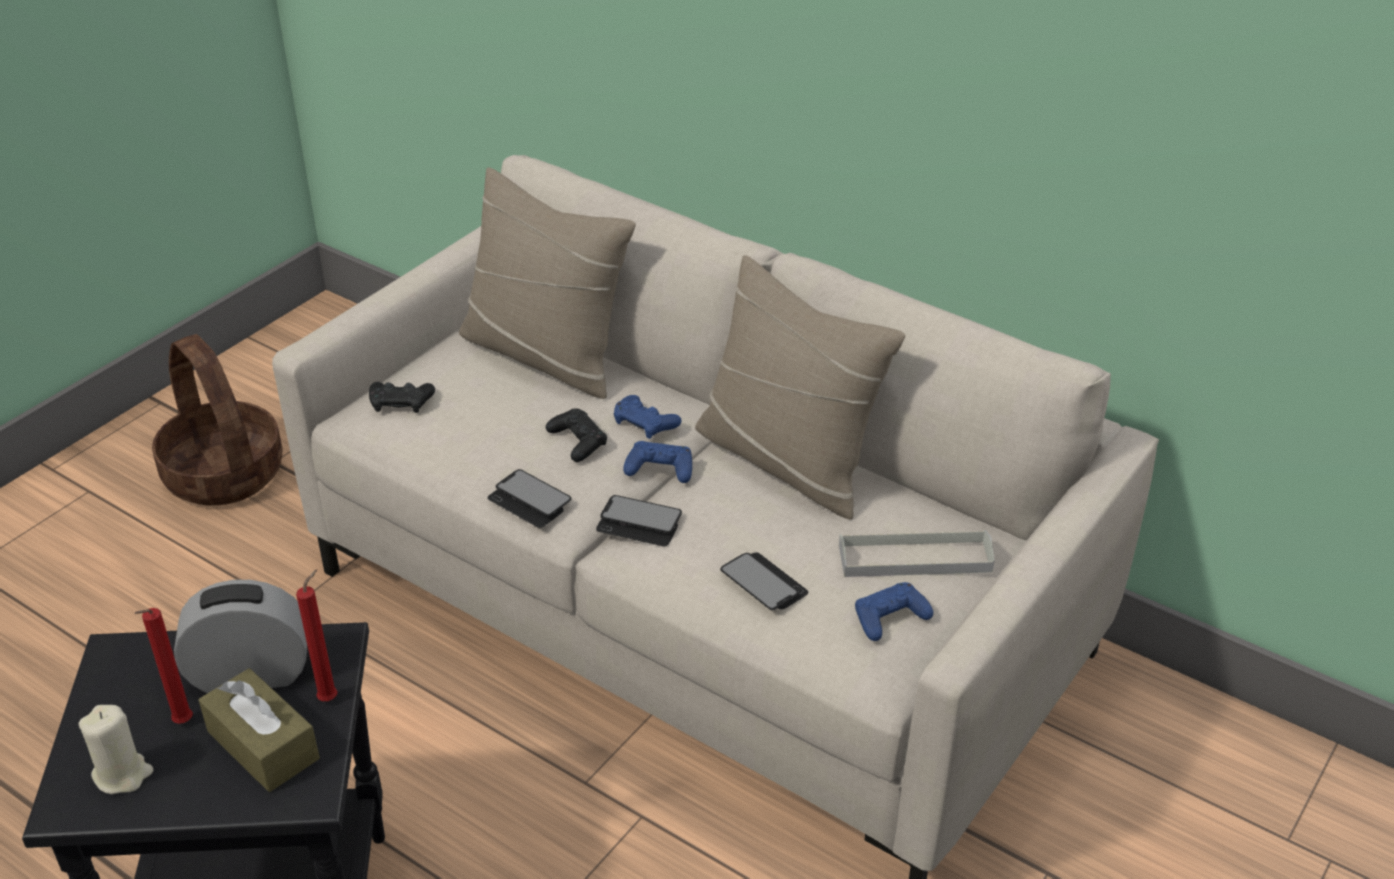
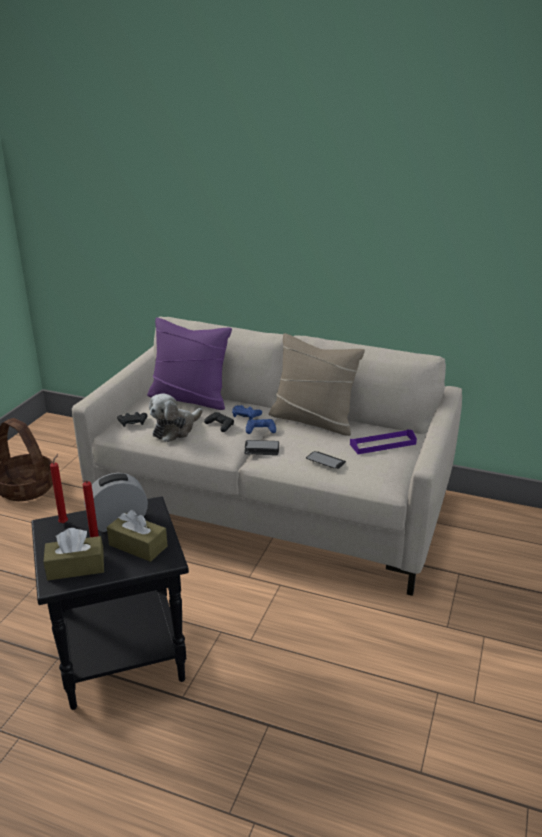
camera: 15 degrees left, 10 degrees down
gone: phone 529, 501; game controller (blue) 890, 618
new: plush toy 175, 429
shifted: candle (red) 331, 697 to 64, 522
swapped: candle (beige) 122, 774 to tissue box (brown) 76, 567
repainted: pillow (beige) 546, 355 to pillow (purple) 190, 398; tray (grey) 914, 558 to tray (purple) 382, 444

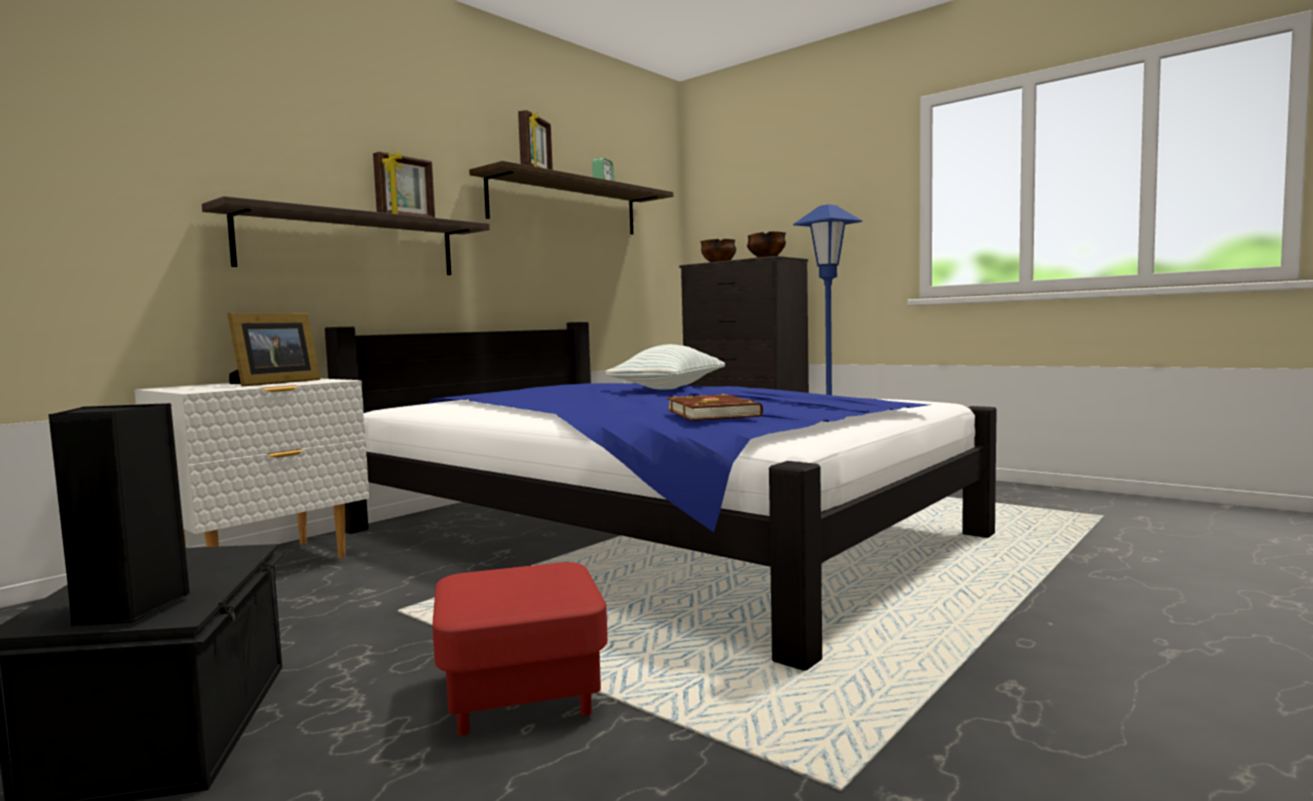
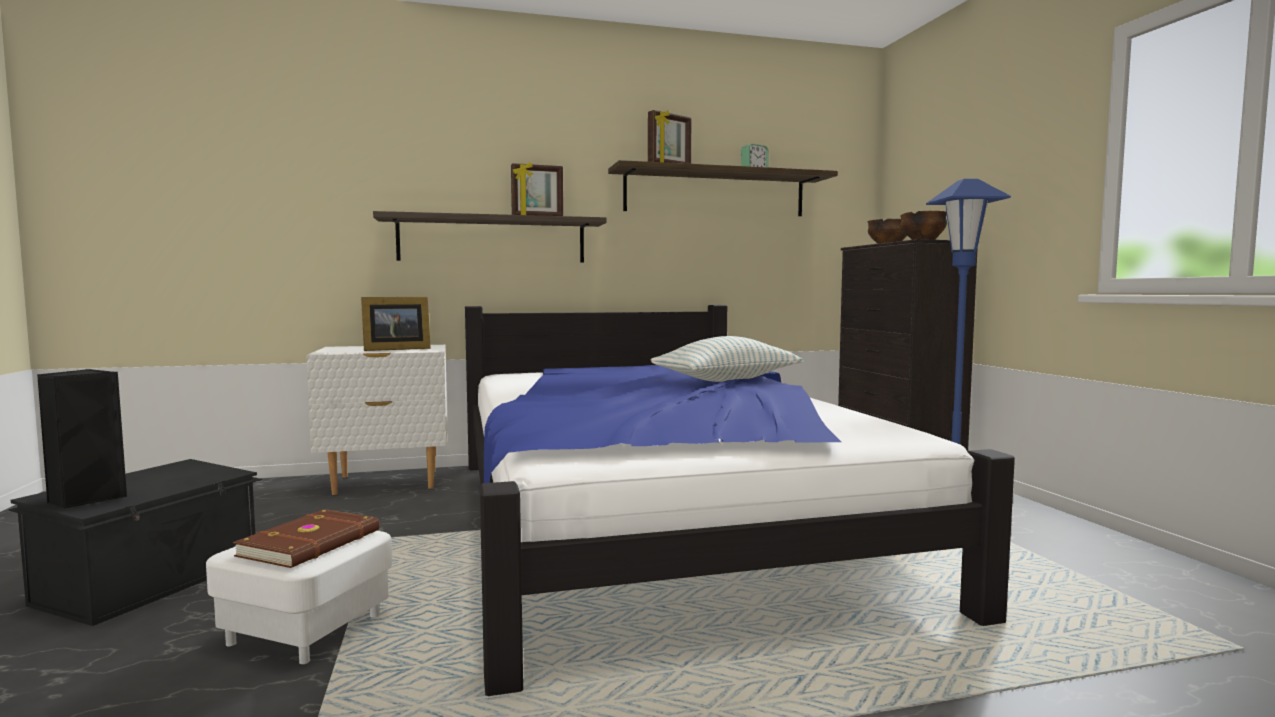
camera: 35 degrees right, 0 degrees up
shifted: book (brown) 714, 413 to 312, 543
repainted: ottoman (red) 522, 694 to ottoman (white) 307, 630

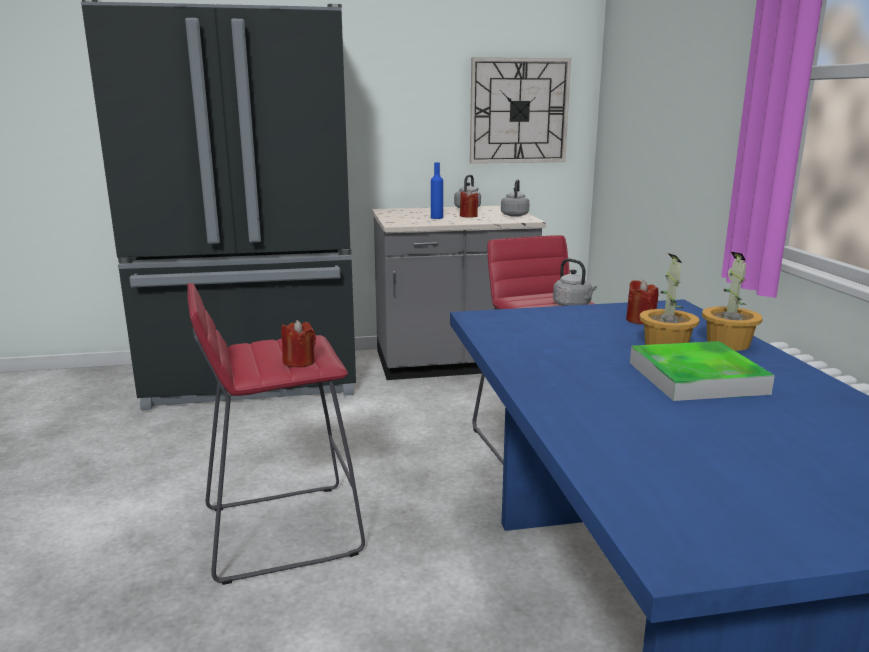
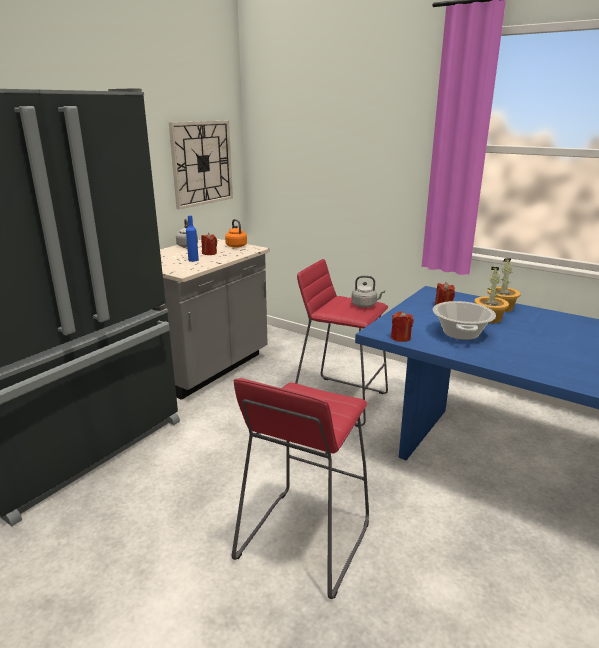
camera: 45 degrees left, 5 degrees up
gone: tray 696, 378
new: cooking pot 460, 333
shifted: candle (red) 299, 362 to 400, 338
repainted: kettle (grey) 515, 215 to kettle (orange) 235, 246

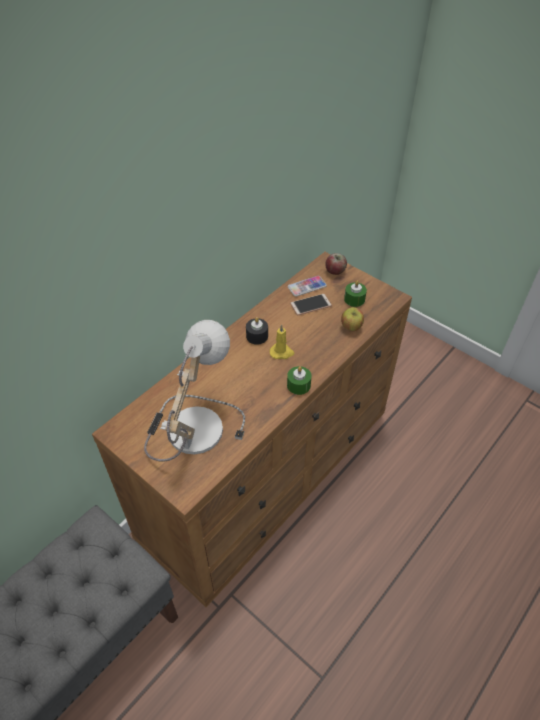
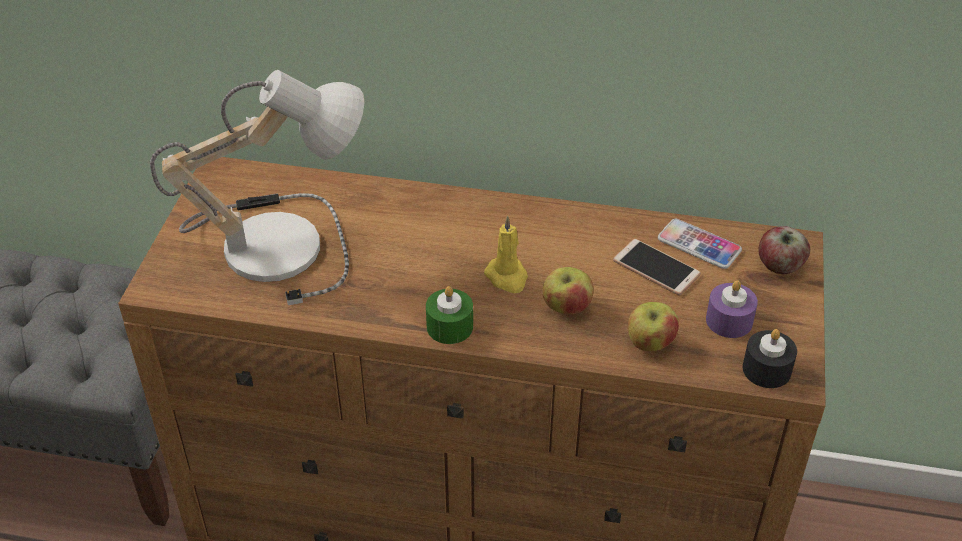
camera: 60 degrees right, 5 degrees down
new: apple 567, 307
shifted: candle (black) 257, 336 to 766, 369
repainted: candle (green) 354, 299 to candle (purple) 729, 321

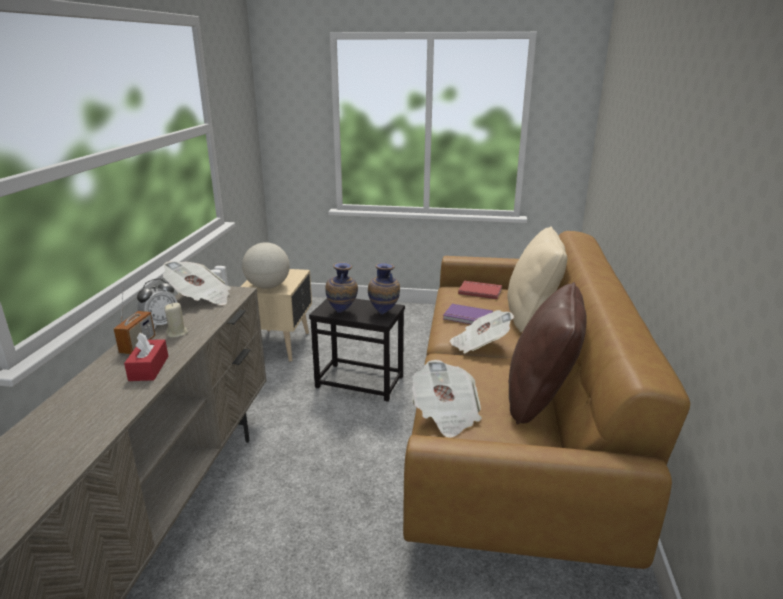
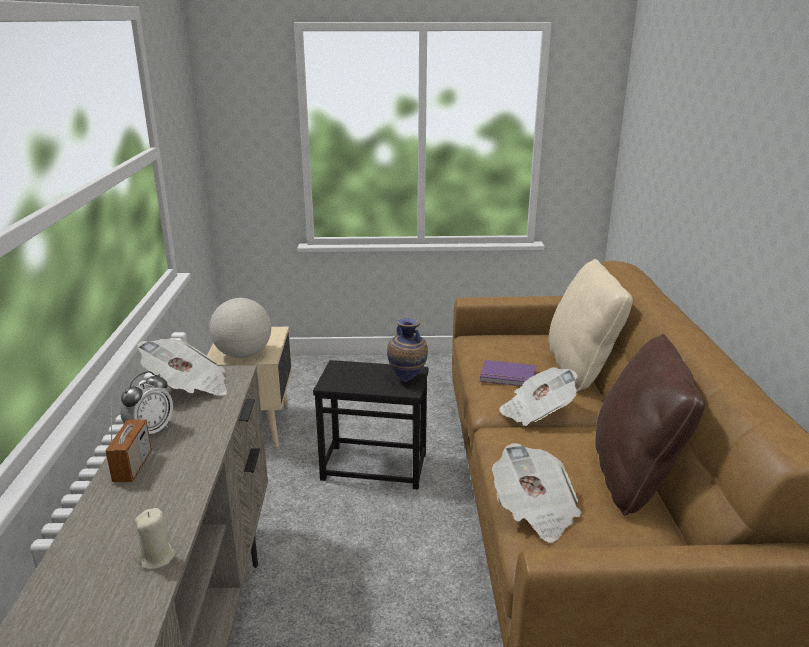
camera: 10 degrees left, 0 degrees up
gone: vase 342, 312; book (red) 480, 291; tissue box (red) 149, 368
shifted: candle (beige) 177, 333 to 157, 558

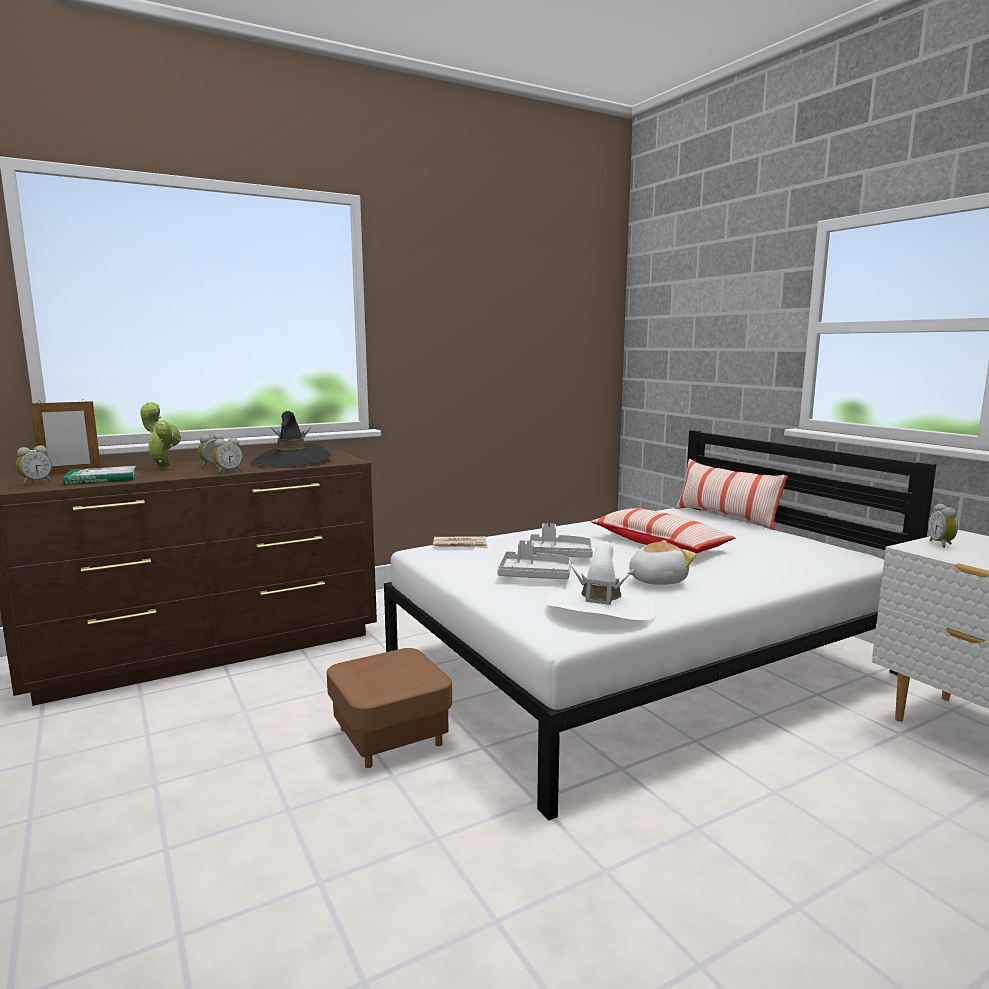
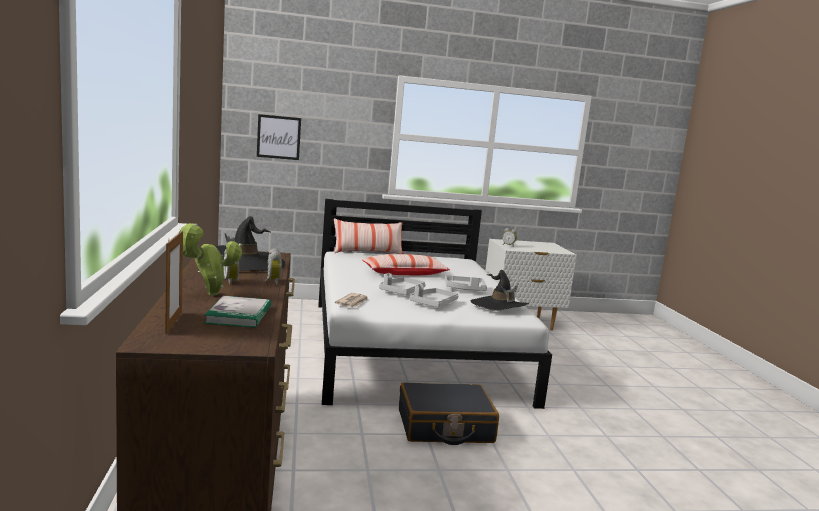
camera: 70 degrees left, 0 degrees up
gone: alarm clock 35, 482
new: picture 278, 137
swapped: plush toy 656, 580 to tray (grey) 465, 289; ottoman (brown) 390, 737 to suitcase (black) 445, 427
repainted: hat (white) 600, 610 to hat (black) 499, 306

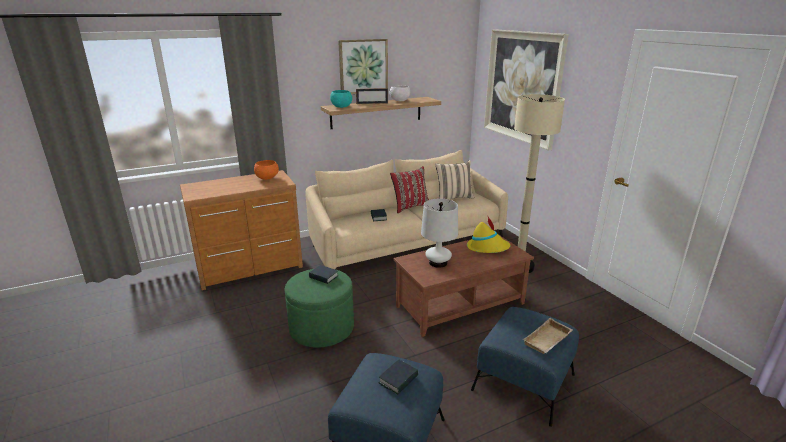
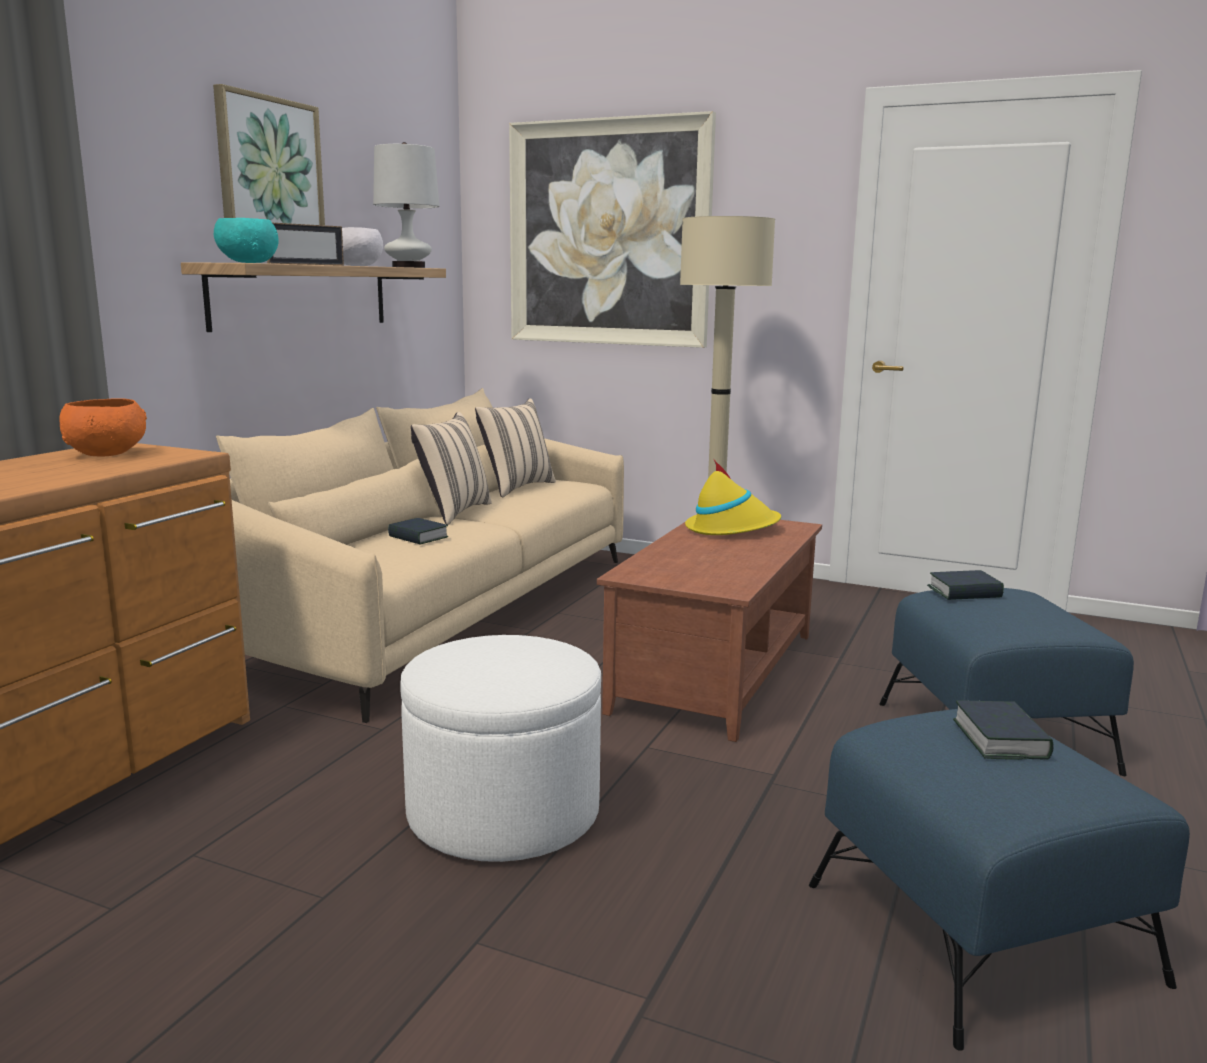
camera: 40 degrees left, 10 degrees down
gone: tray (beige) 548, 341
shifted: table lamp (white) 438, 263 to 408, 267; book 323, 277 to 964, 592
repainted: pillow (red) 410, 206 to pillow (beige) 452, 512; ottoman (green) 322, 328 to ottoman (white) 503, 812

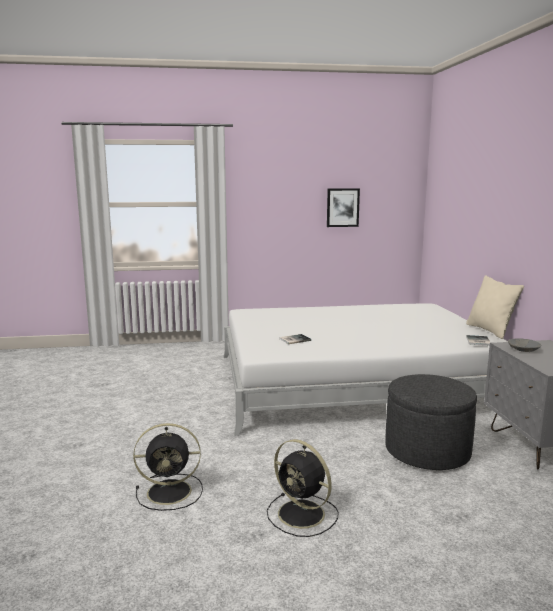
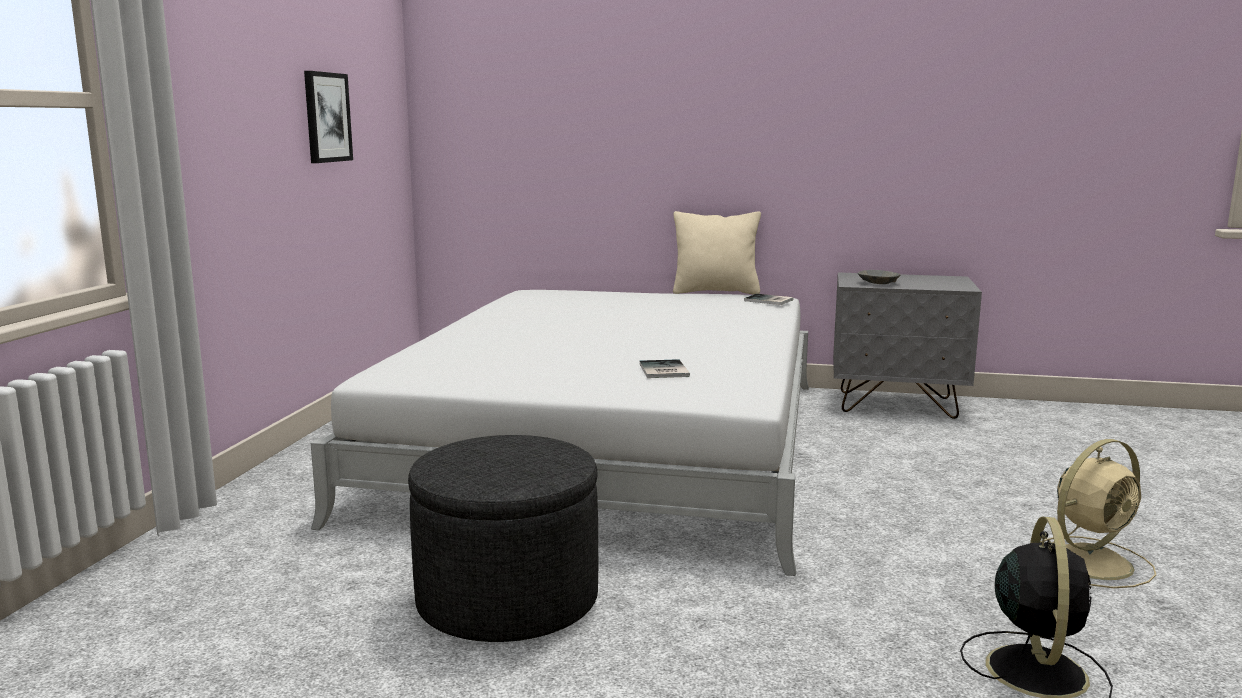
camera: 70 degrees left, 0 degrees up
shifted: ottoman (grey) 427, 451 to 507, 600
repainted: fan (black) 303, 515 to fan (beige) 1093, 562

